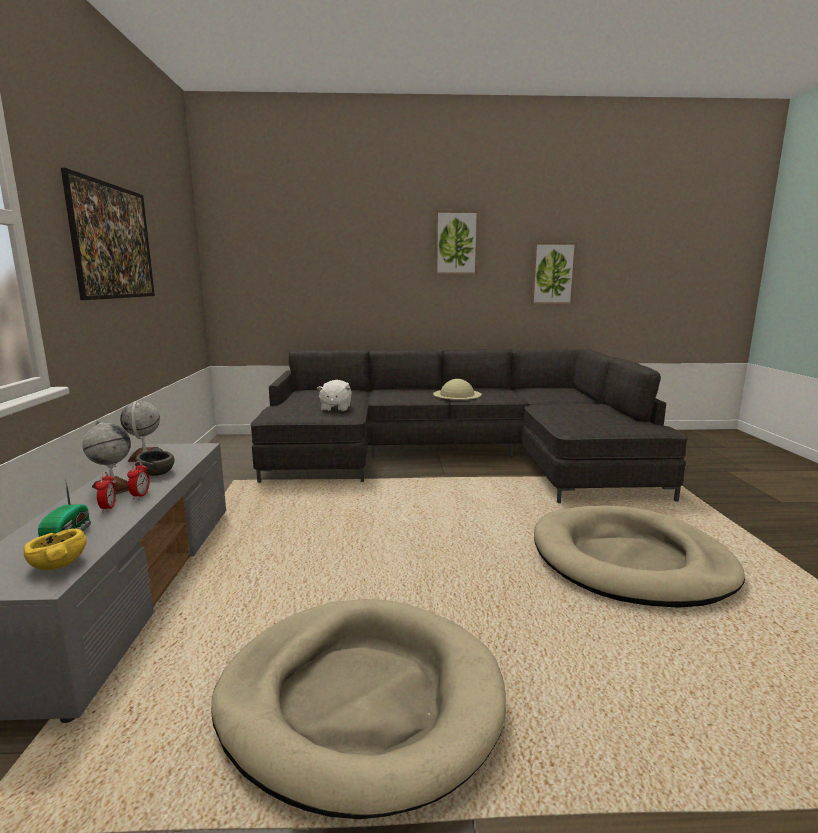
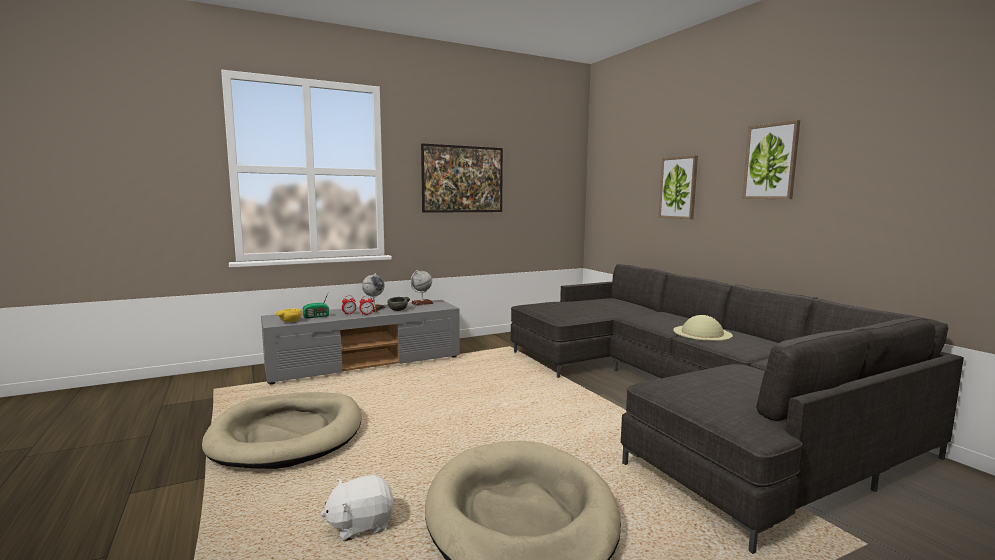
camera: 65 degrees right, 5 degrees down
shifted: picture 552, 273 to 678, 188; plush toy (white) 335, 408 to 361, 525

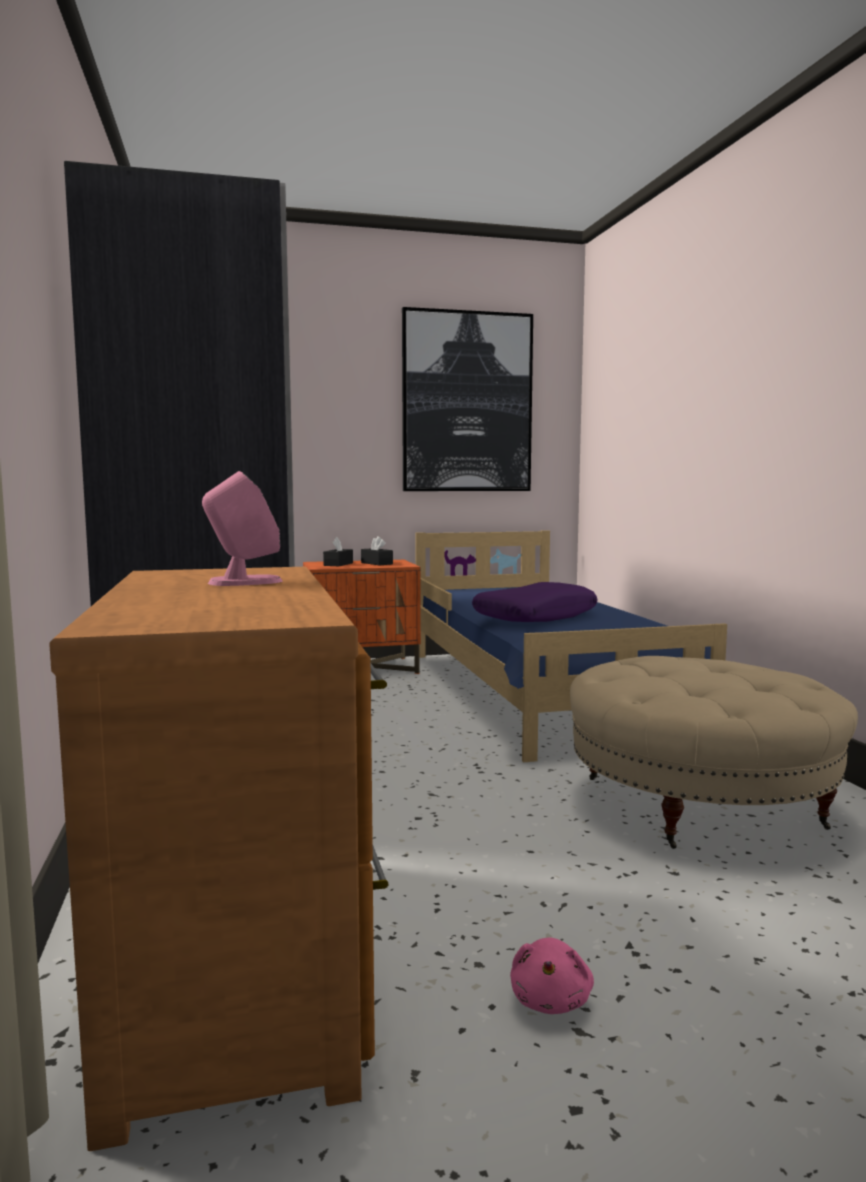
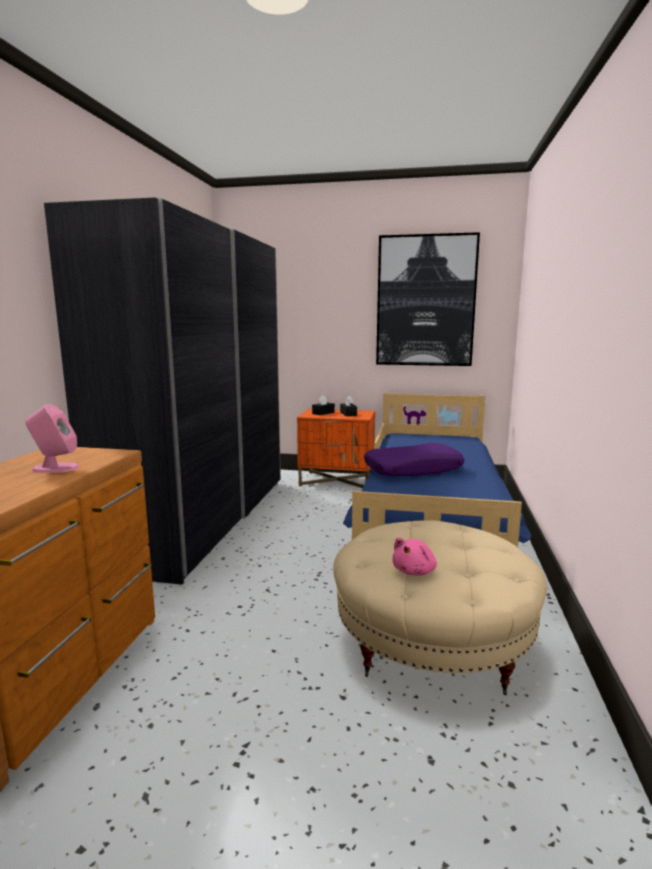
camera: 25 degrees right, 5 degrees up
shifted: plush toy (pink) 551, 1000 to 415, 571

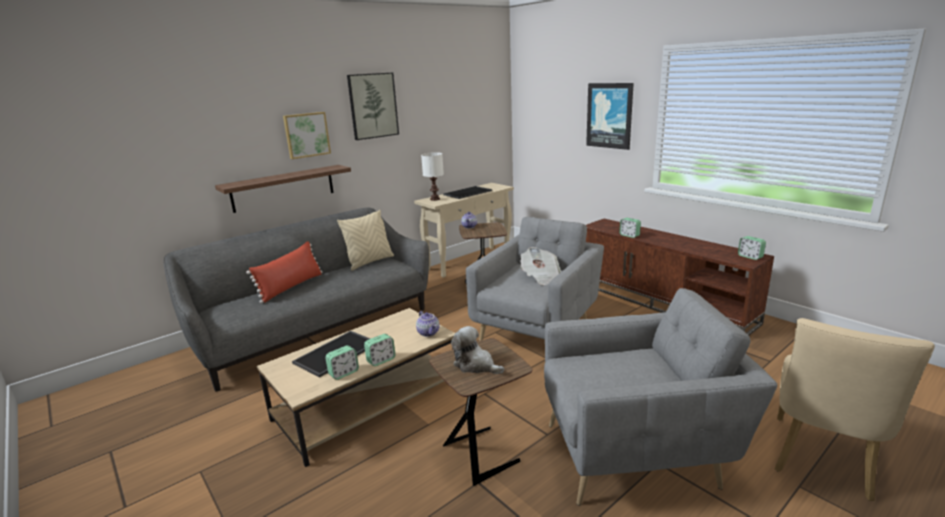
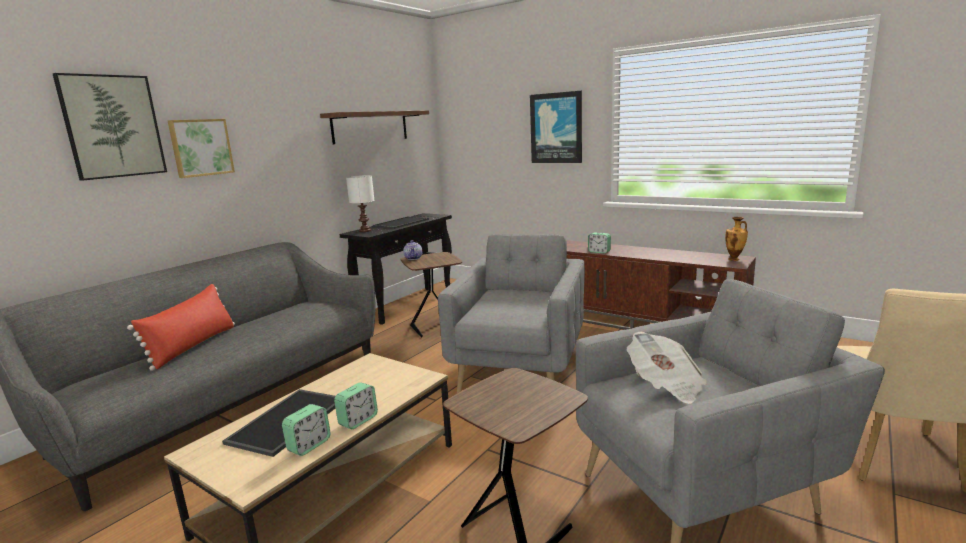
camera: 15 degrees left, 5 degrees down
gone: pillow (beige) 369, 262; teapot 429, 333; plush toy 476, 365
shifted: picture 373, 106 to 112, 126; shelf 283, 188 to 370, 127; newspaper 540, 276 to 666, 385
swapped: alarm clock 750, 257 to vase 734, 259
repainted: console table (beige) 469, 261 to console table (black) 407, 305

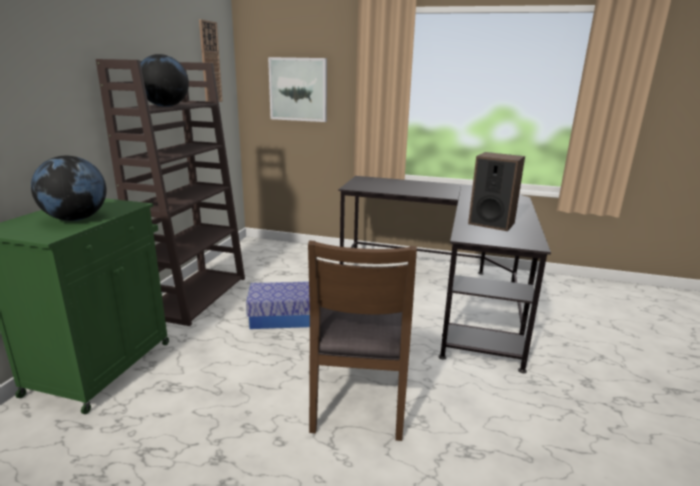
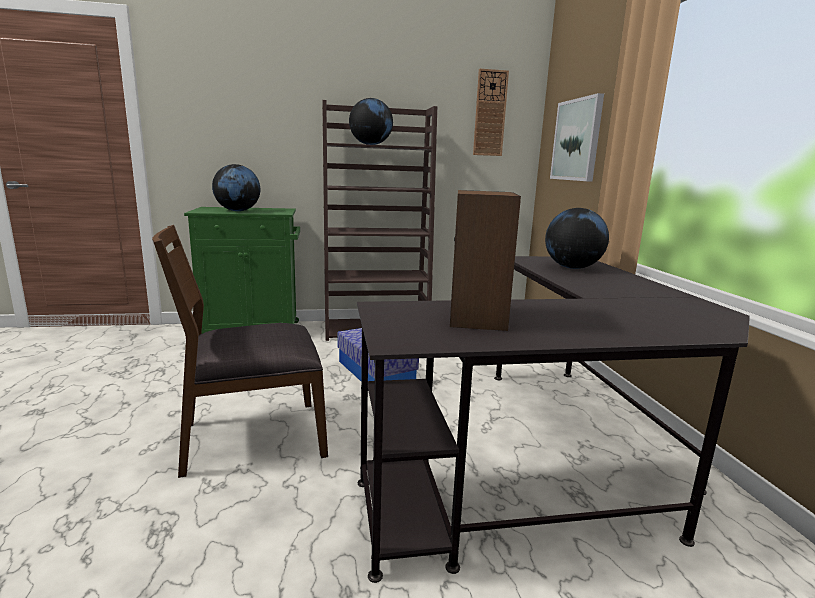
camera: 65 degrees right, 5 degrees down
new: globe 572, 268

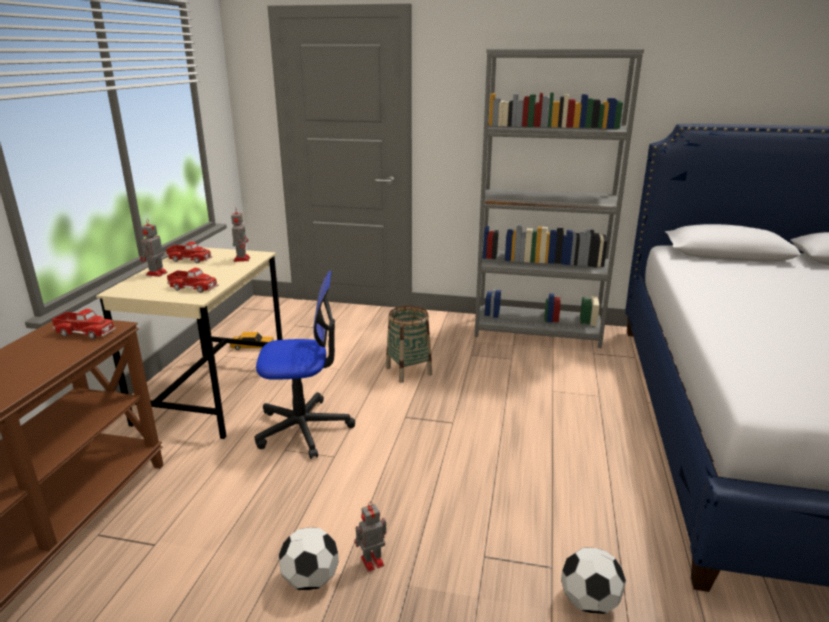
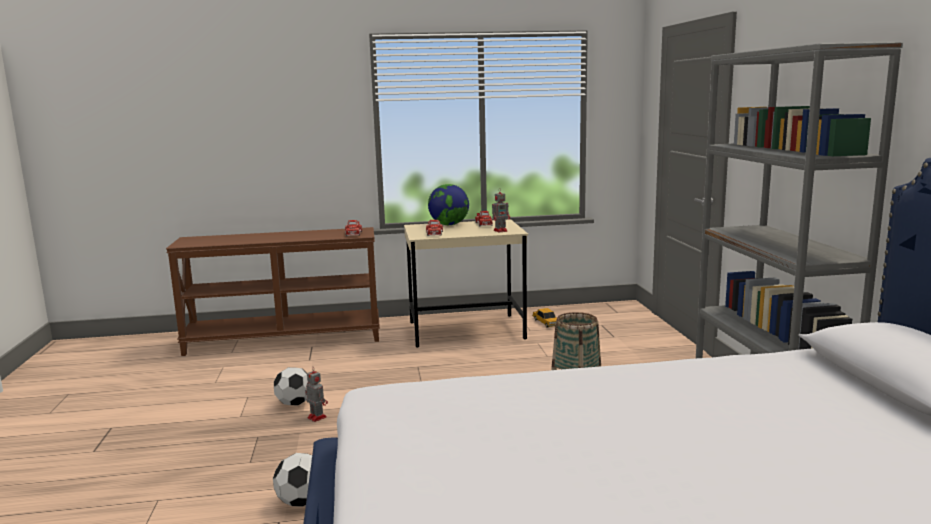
camera: 70 degrees right, 10 degrees down
gone: office chair 304, 428
swapped: toy robot 156, 274 to globe 449, 225

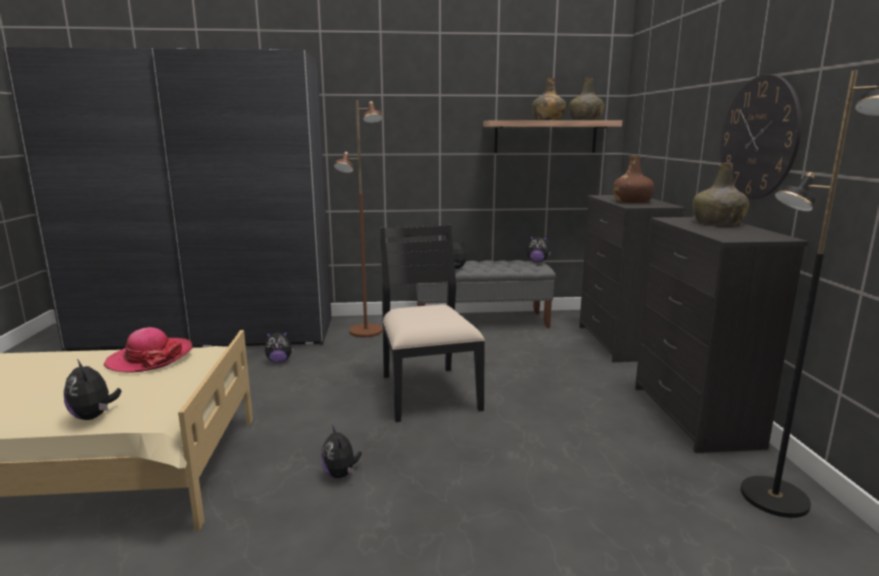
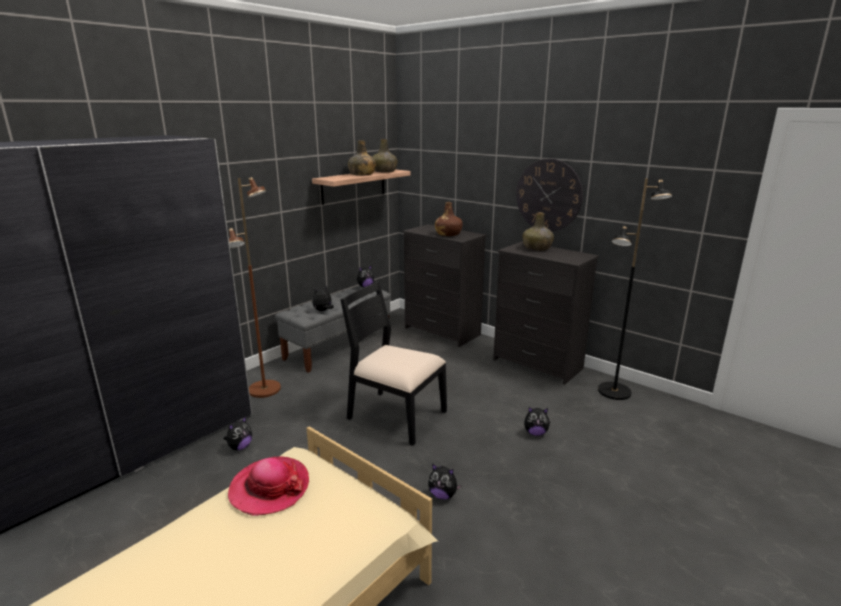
camera: 45 degrees left, 5 degrees up
shifted: plush toy 94, 416 to 535, 433

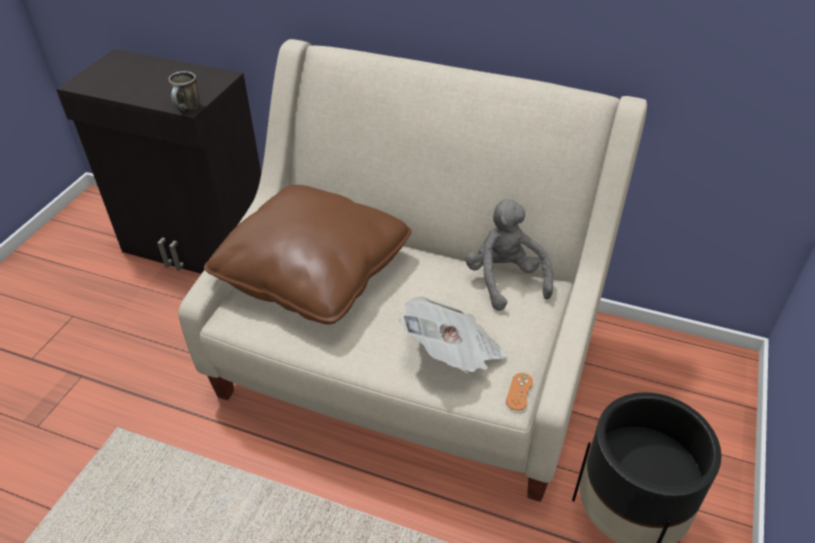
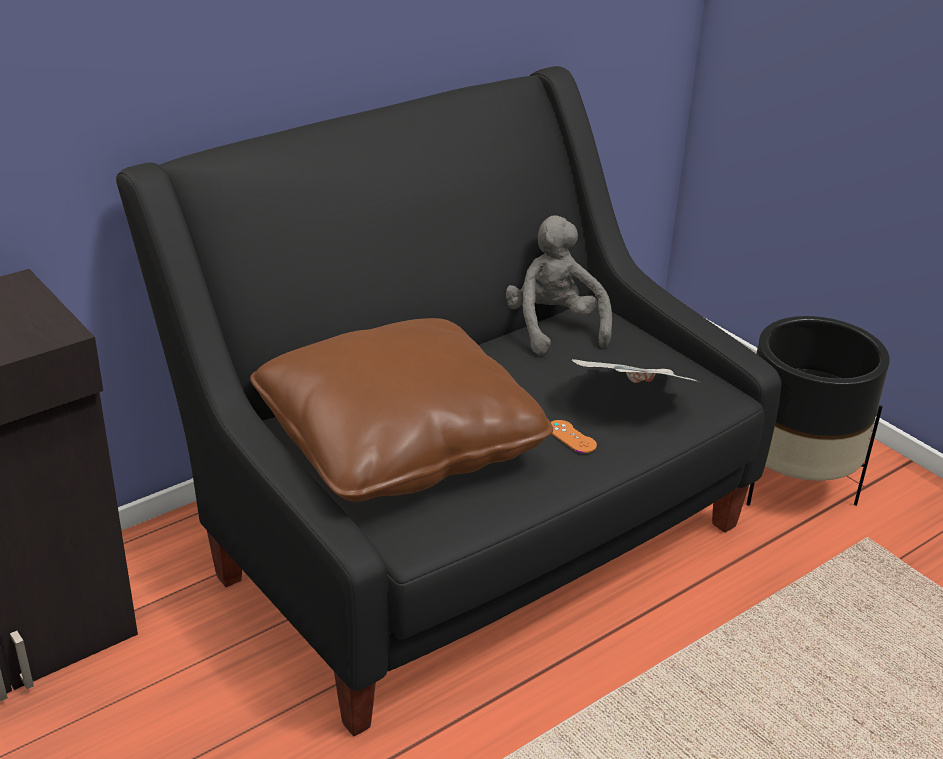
camera: 60 degrees left, 10 degrees down
gone: mug 188, 109
shifted: game controller (orange) 519, 391 to 571, 437
repainted: sofa (beige) 409, 362 to sofa (black) 464, 533
rotated: plush toy (grey) 505, 280 = 552, 328 60 degrees clockwise

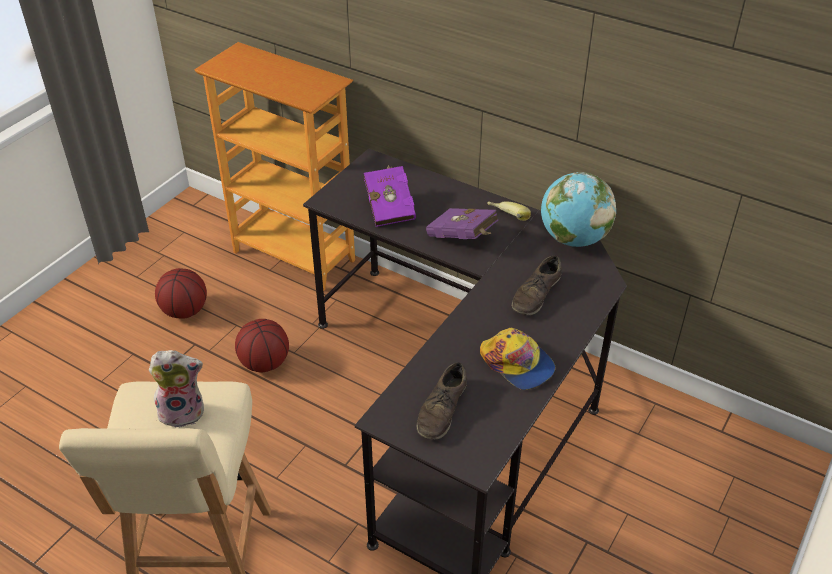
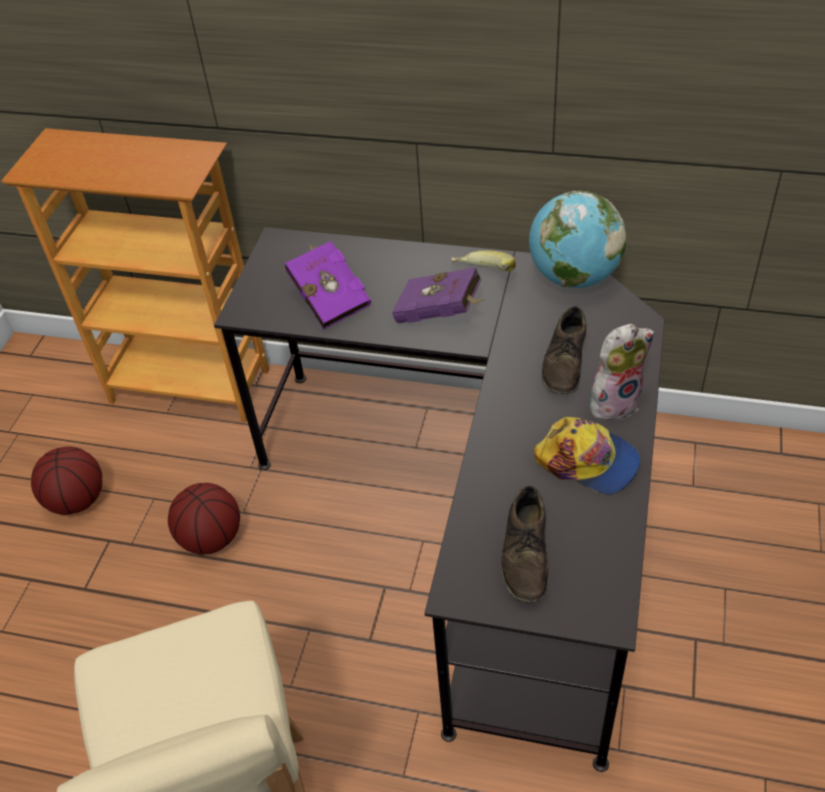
camera: 15 degrees left, 5 degrees up
shifted: plush toy 183, 411 to 614, 401

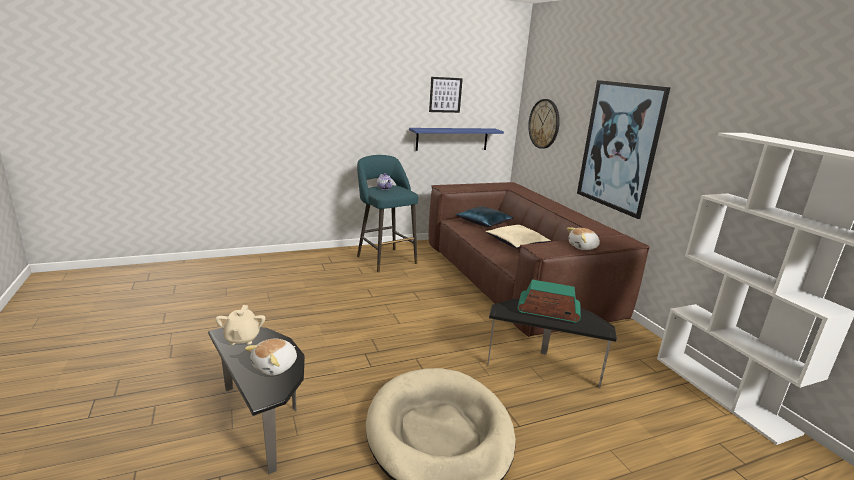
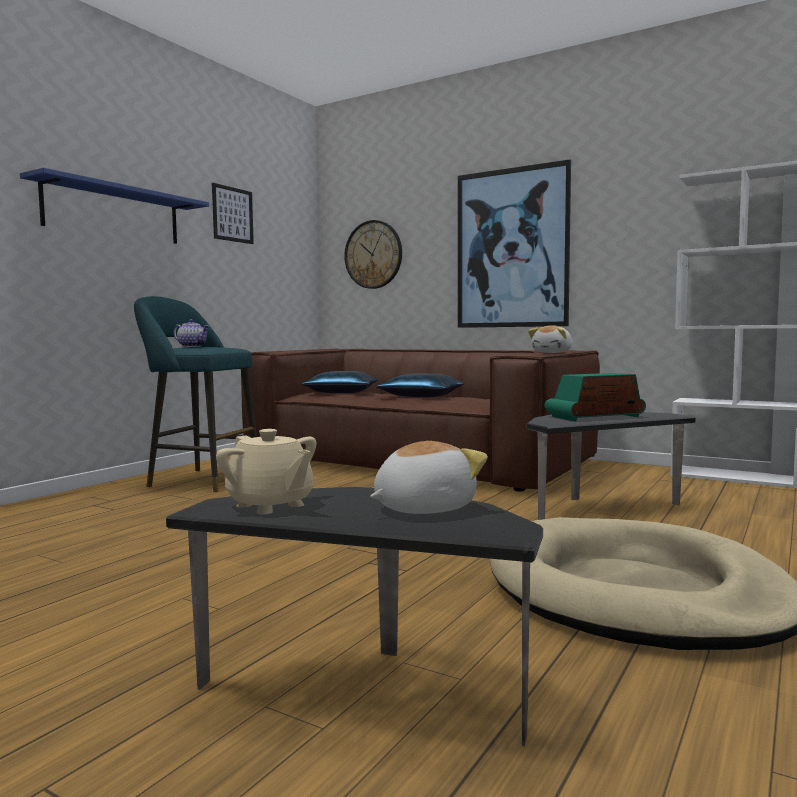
camera: 35 degrees left, 15 degrees down
shifted: shelf (blue) 452, 139 to 113, 213
repainted: pillow (beige) 517, 243 to pillow (blue) 422, 396
rotated: plush toy 275, 366 = 422, 508 120 degrees counterclockwise

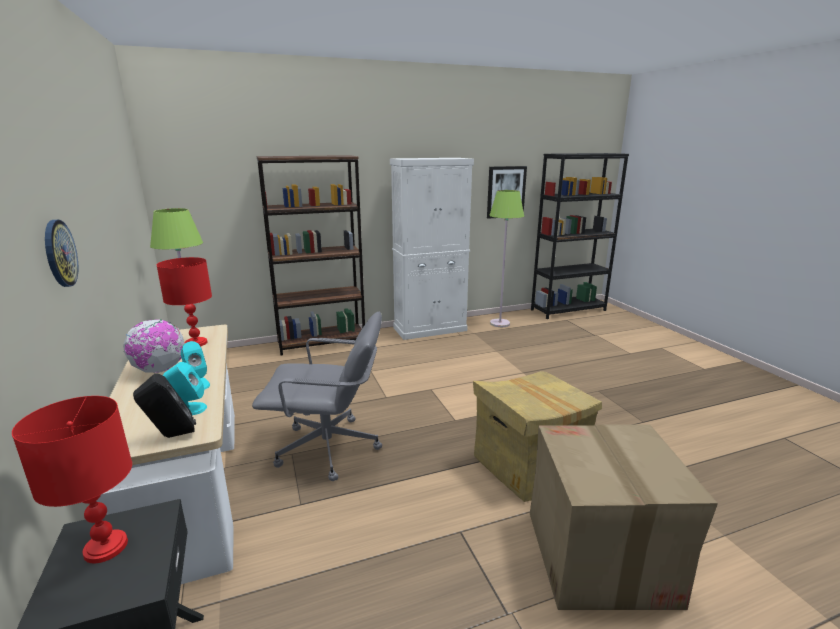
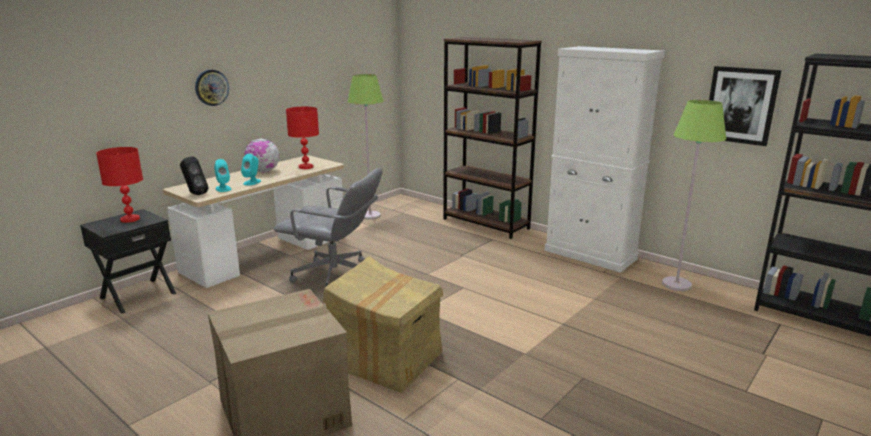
camera: 60 degrees right, 0 degrees up
rotated: office chair (grey) 329, 449 = 335, 276 45 degrees counterclockwise

